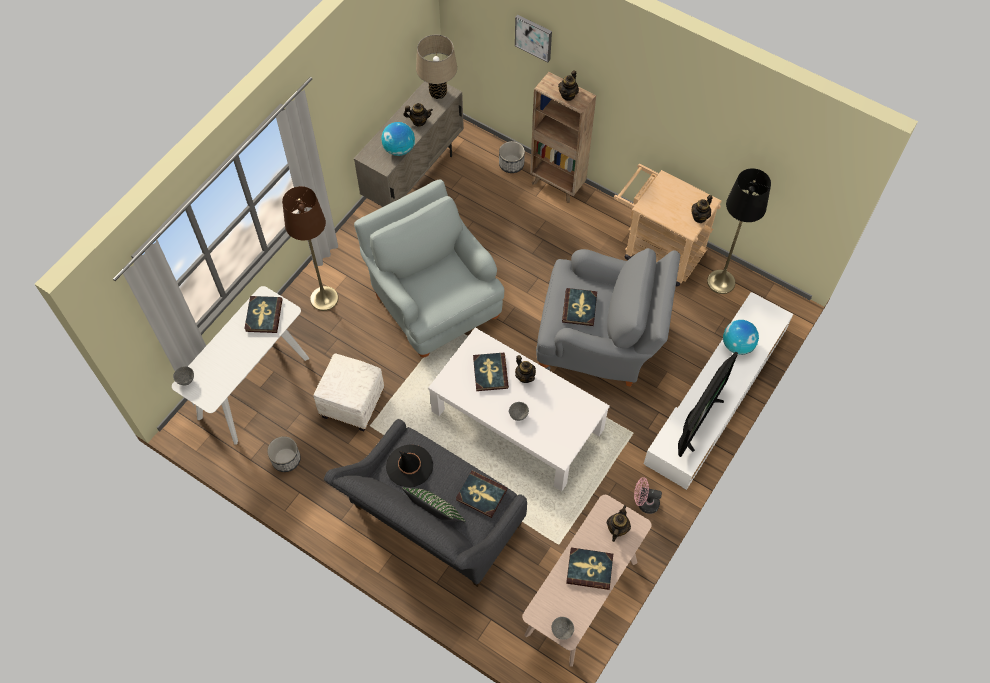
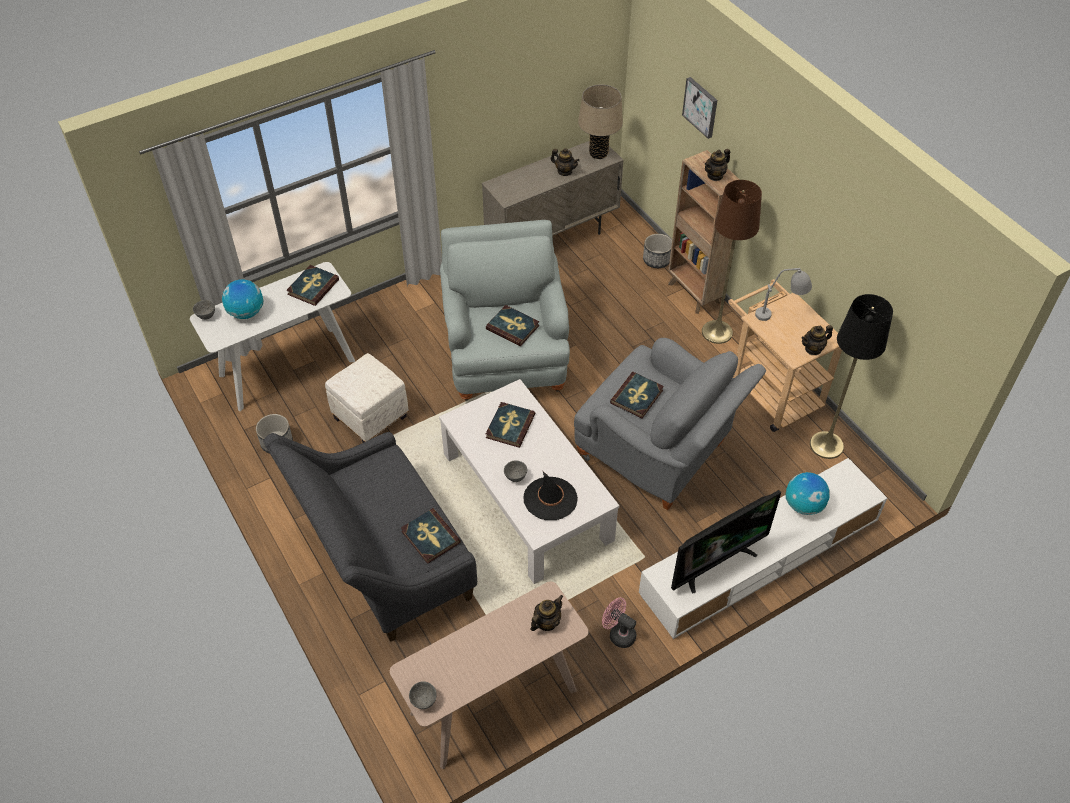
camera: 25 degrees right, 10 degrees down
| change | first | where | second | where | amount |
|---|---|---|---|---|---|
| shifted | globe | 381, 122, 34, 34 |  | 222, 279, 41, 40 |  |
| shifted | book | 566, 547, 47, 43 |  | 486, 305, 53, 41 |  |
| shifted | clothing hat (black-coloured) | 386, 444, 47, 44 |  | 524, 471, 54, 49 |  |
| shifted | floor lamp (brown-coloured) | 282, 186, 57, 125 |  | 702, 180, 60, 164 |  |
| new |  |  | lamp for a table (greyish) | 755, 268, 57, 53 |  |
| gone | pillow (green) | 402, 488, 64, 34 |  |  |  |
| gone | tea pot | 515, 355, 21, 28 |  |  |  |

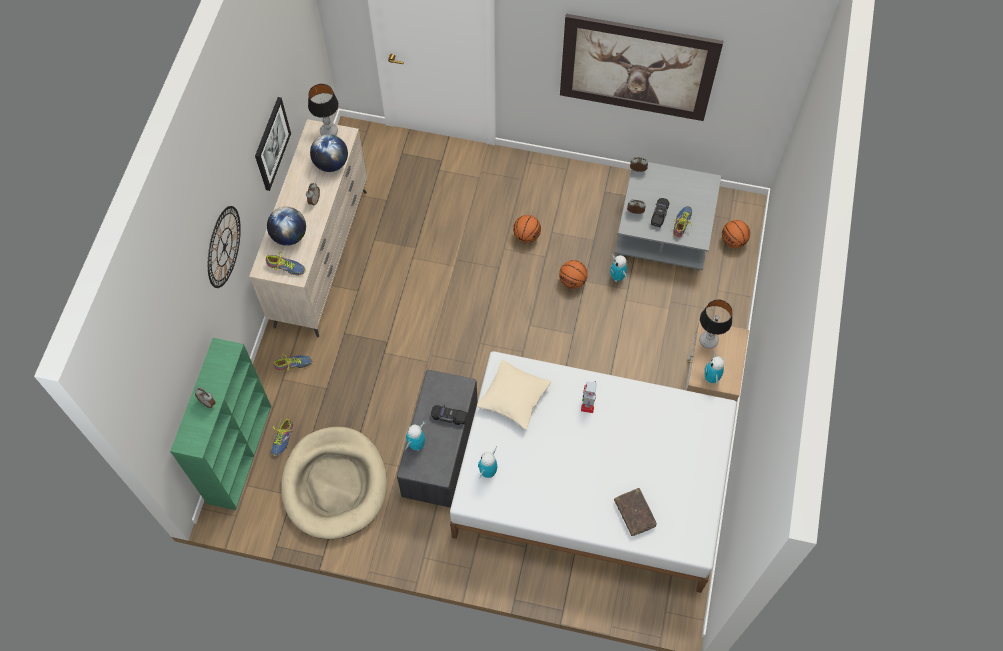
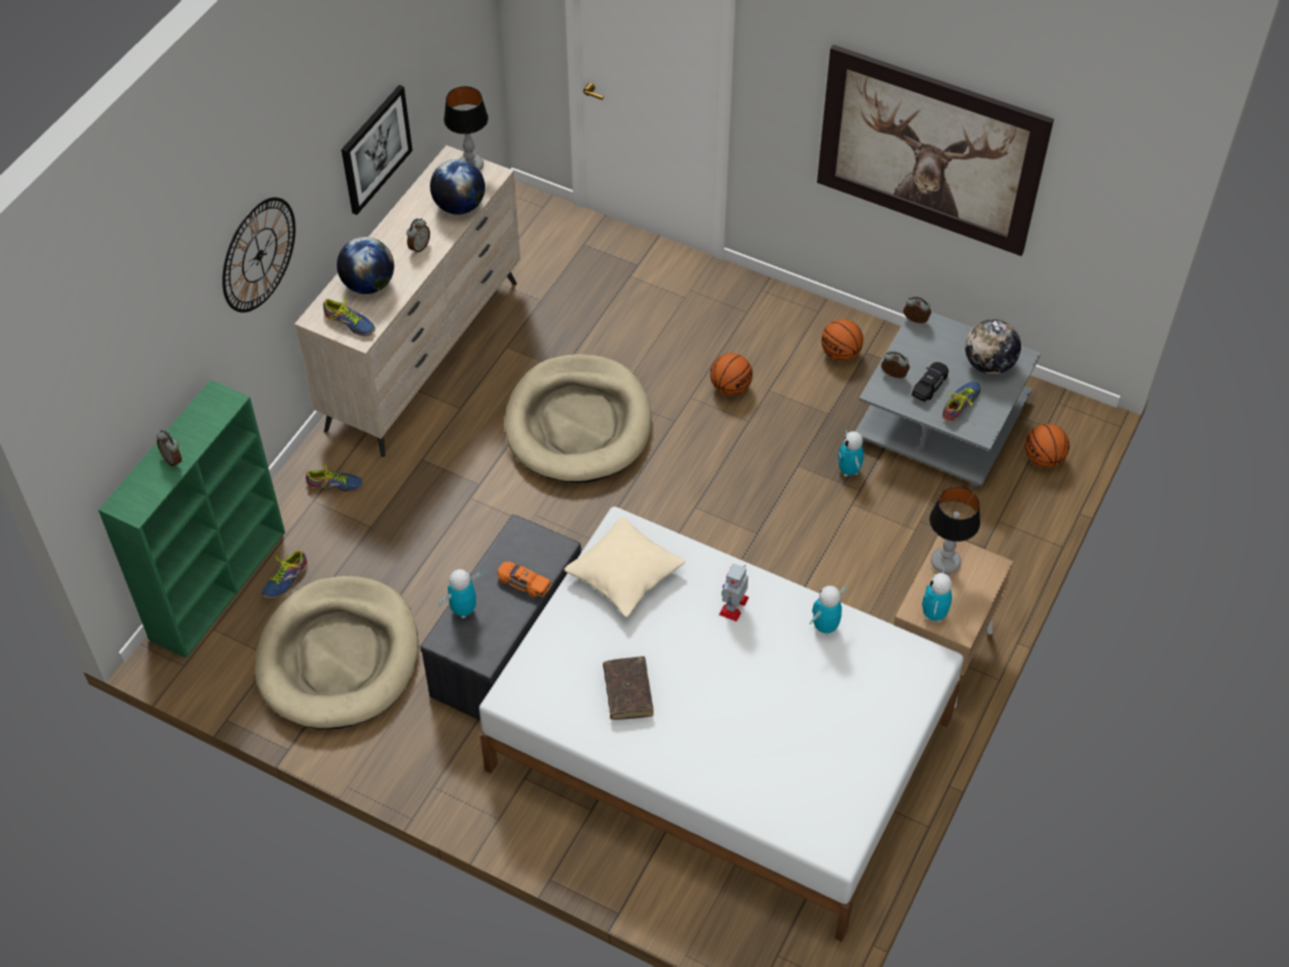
camera: 15 degrees right, 10 degrees down
| change | first | where | second | where | amount |
|---|---|---|---|---|---|
| repainted | toy car (black-coloured) | 431, 405, 37, 20 | toy car (orange) | 497, 561, 54, 36 |  |
| new |  |  | dog bed (beige) | 505, 354, 147, 129 |  |
| shifted | book (brown-coloured) | 614, 488, 43, 48 |  | 603, 656, 51, 64 |  |
| shifted | toy robot | 478, 446, 19, 33 |  | 810, 586, 37, 50 |  |
| shifted | ball for basketball | 559, 260, 29, 29 |  | 821, 319, 42, 42 |  |
| new |  |  | globe | 965, 319, 56, 56 |  |

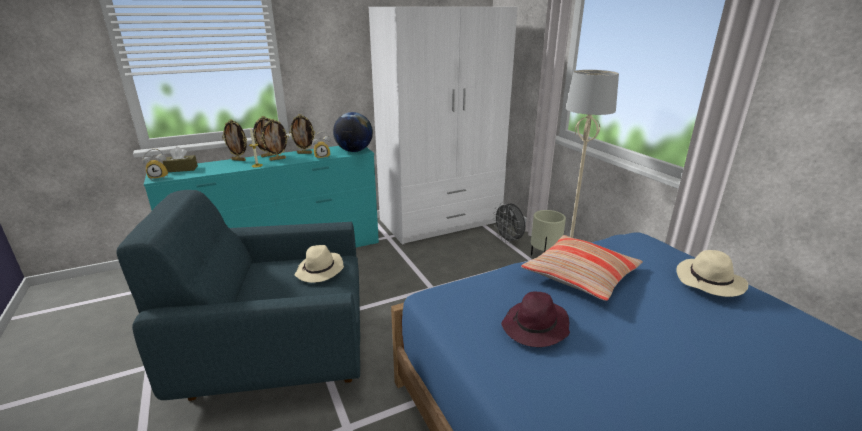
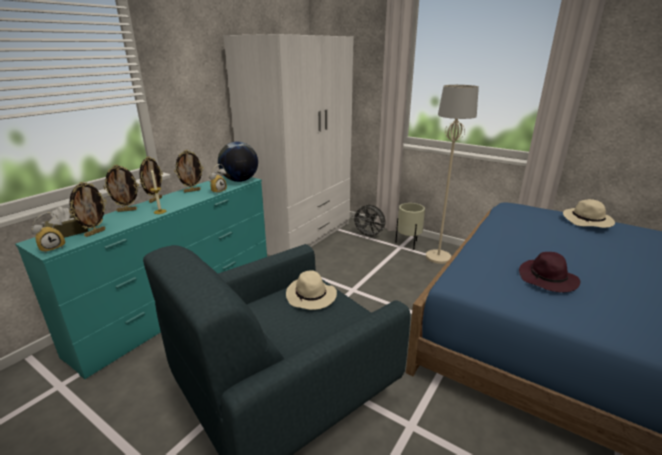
camera: 30 degrees left, 0 degrees up
| change | first | where | second | where | amount |
|---|---|---|---|---|---|
| shifted | photo frame | 260, 119, 29, 42 |  | 69, 181, 38, 56 |  |
| gone | pillow | 521, 235, 122, 66 |  |  |  |

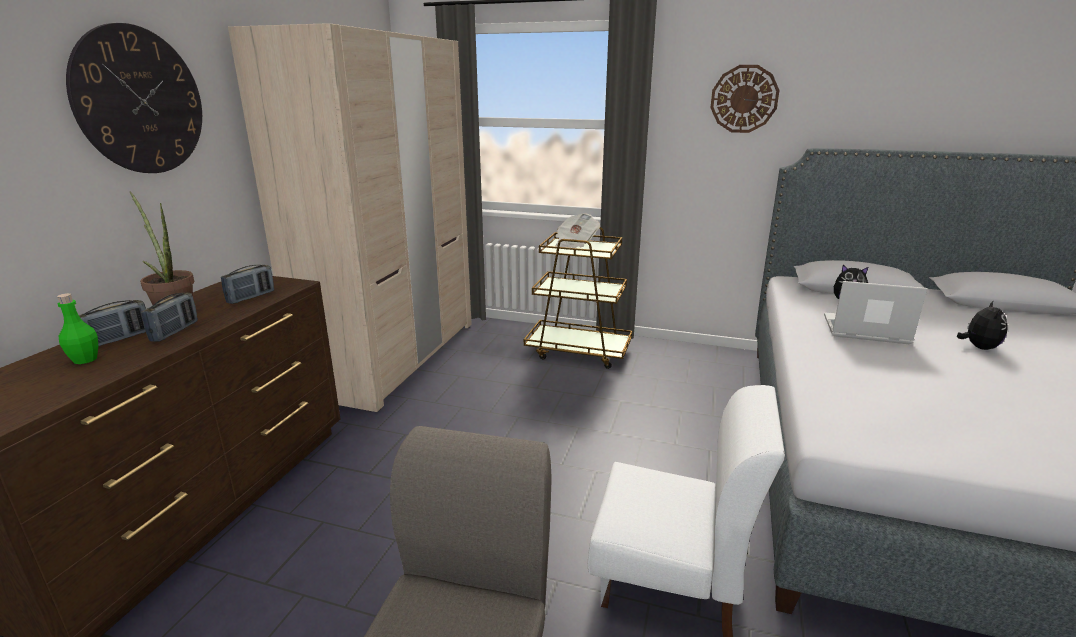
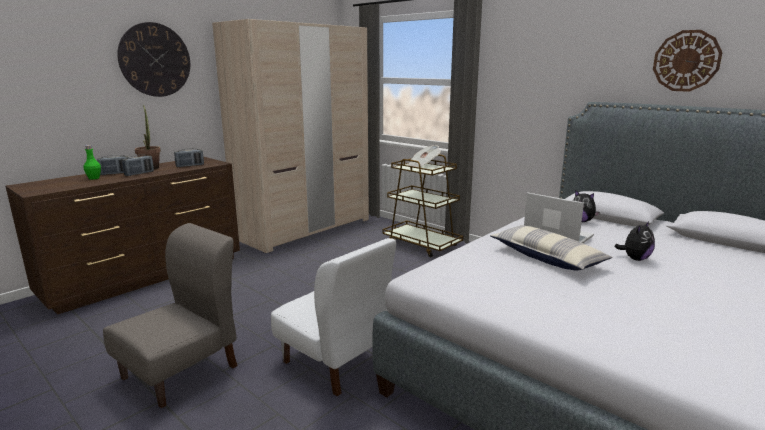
camera: 25 degrees right, 5 degrees down
| change | first | where | second | where | amount |
|---|---|---|---|---|---|
| new |  |  | pillow | 490, 225, 123, 45 |  |
| shifted | clock on the wall | 710, 65, 70, 68 |  | 653, 30, 69, 62 |  |

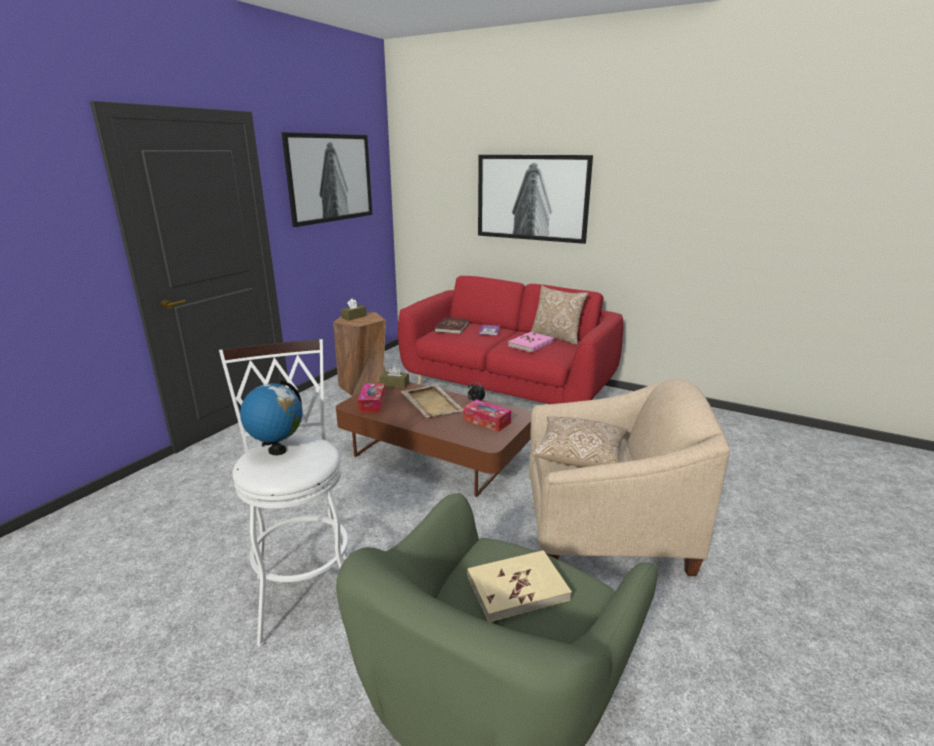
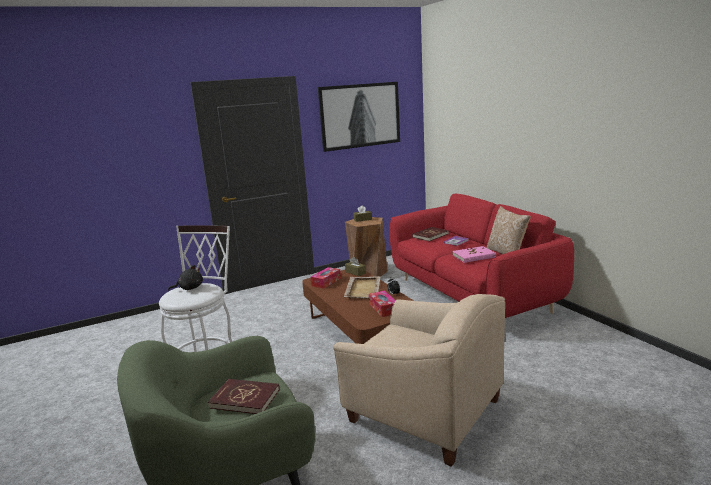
camera: 35 degrees right, 5 degrees down
| change | first | where | second | where | amount |
|---|---|---|---|---|---|
| swapped | globe | 240, 379, 63, 76 | cuddly toy (black-coloured) | 168, 265, 35, 25 |  |
| repainted | book (beige) | 467, 550, 105, 72 | book (red-coloured) | 208, 379, 72, 35 |  |
| gone | picture | 478, 155, 115, 89 |  |  |  |
| gone | pillow | 532, 417, 96, 50 |  |  |  |

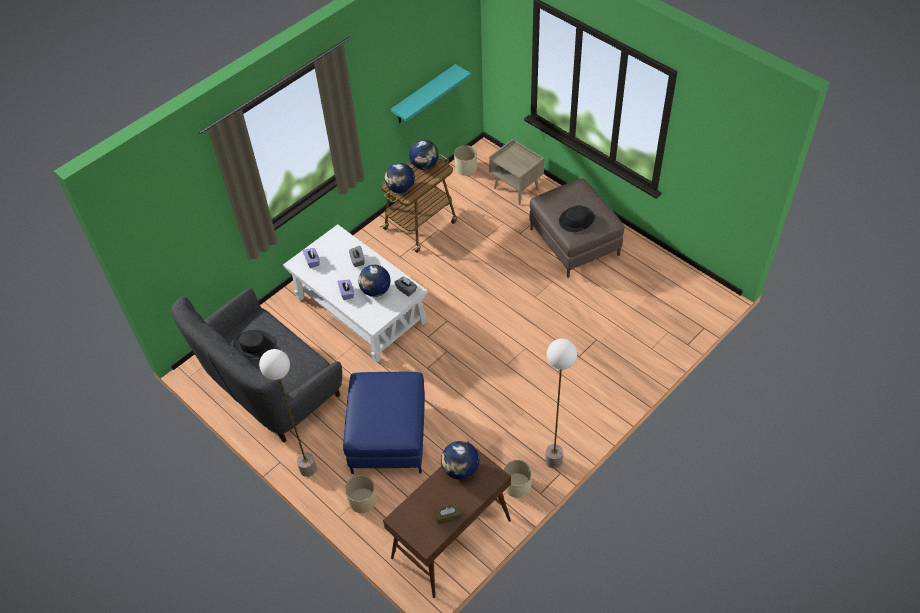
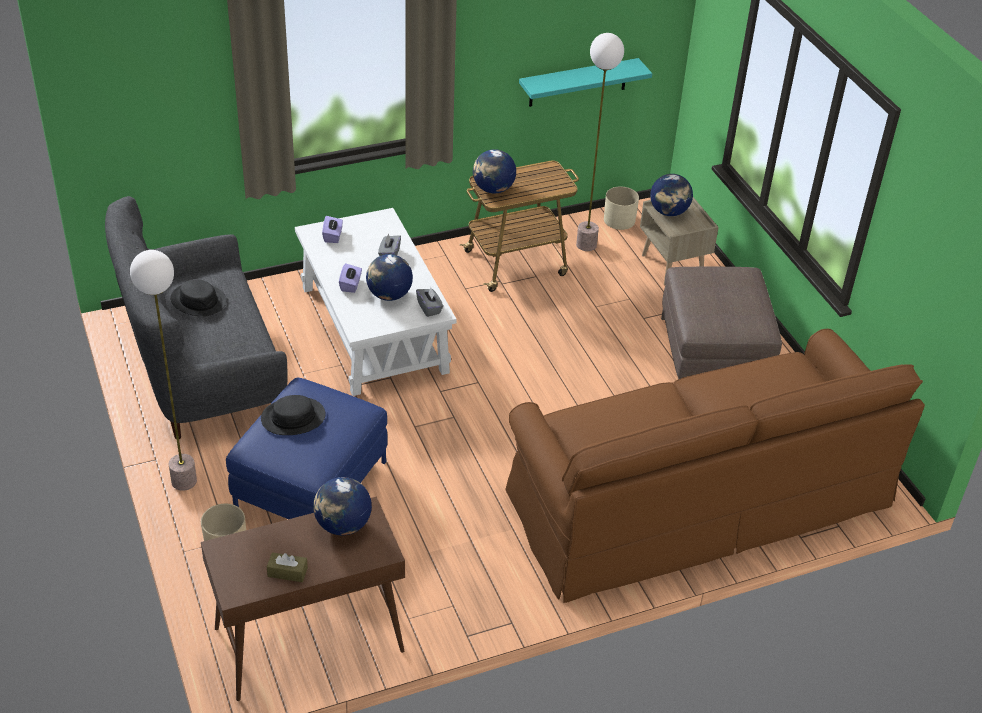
camera: 20 degrees right, 10 degrees down
| change | first | where | second | where | amount |
|---|---|---|---|---|---|
| shifted | clothing hat (black-coloured) | 559, 205, 36, 27 |  | 261, 395, 65, 40 |  |
| new |  |  | sofa (brown-coloured) | 506, 329, 419, 274 |  |
| shifted | floor lamp | 545, 339, 32, 129 |  | 576, 33, 48, 218 |  |
| shifted | globe | 409, 140, 30, 30 |  | 650, 174, 43, 42 |  |
| gone | flower pot (beige) | 503, 460, 29, 38 |  |  |  |

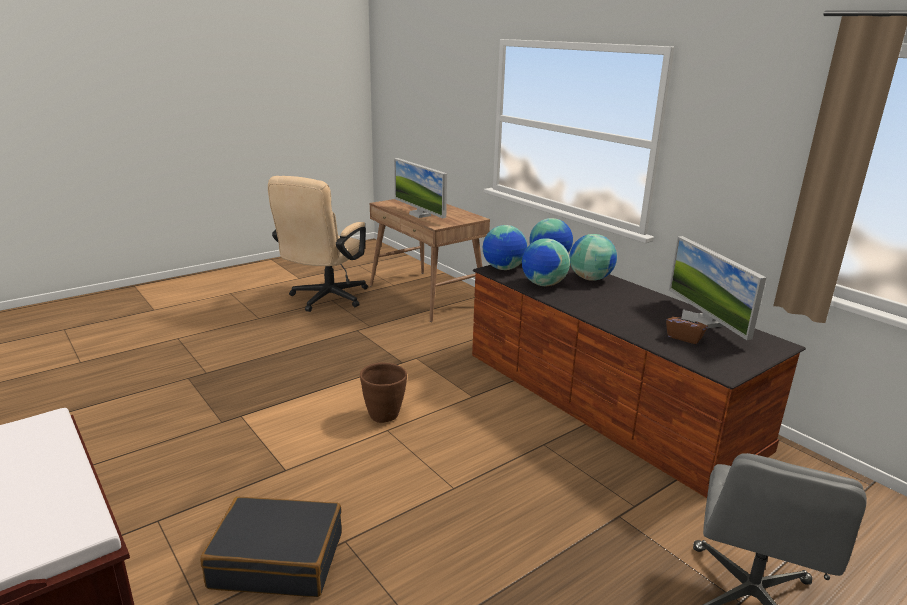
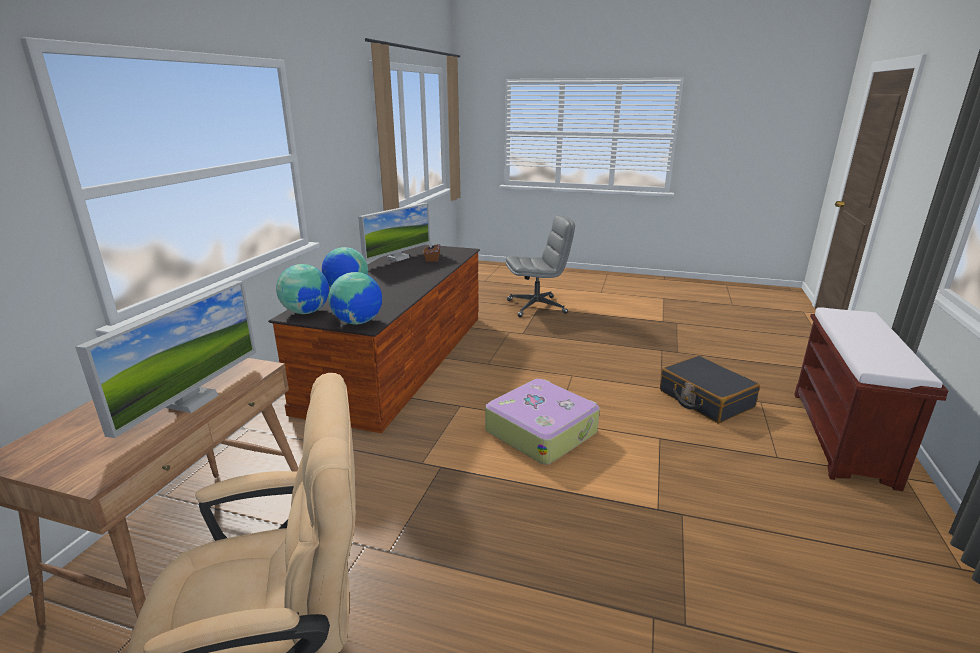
camera: 125 degrees left, 0 degrees up
| change | first | where | second | where | amount |
|---|---|---|---|---|---|
| swapped | flower pot (brown-coloured) | 360, 363, 47, 60 | piece of luggage | 485, 379, 115, 86 |  |
| gone | globe | 522, 238, 48, 48 |  |  |  |

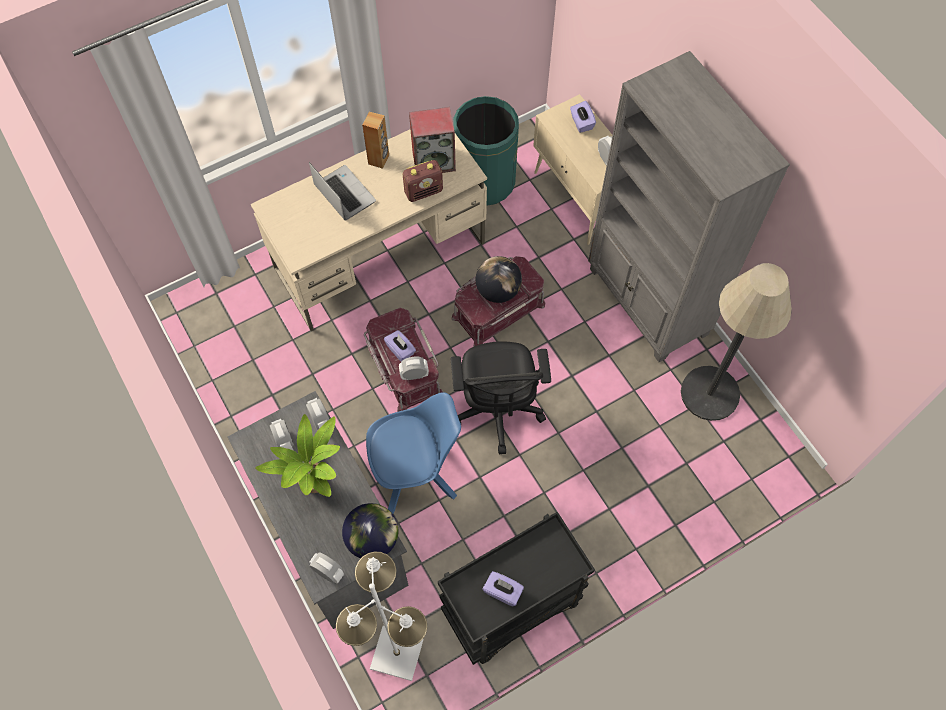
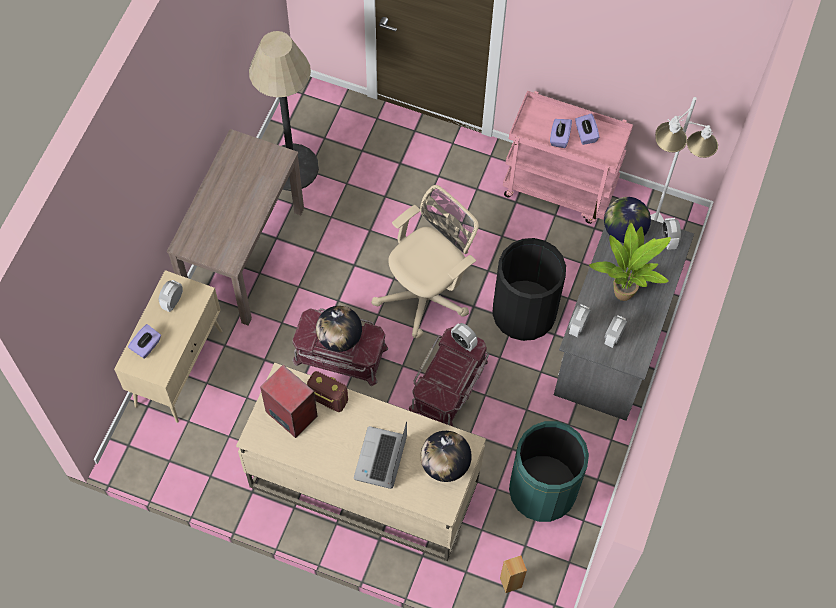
camera: 130 degrees left, 0 degrees up
| change | first | where | second | where | amount |
|---|---|---|---|---|---|
| swapped | bookcase (greyish) | 588, 51, 202, 311 | console table (brown-coloured) | 167, 129, 137, 196 |  |
| repainted | computer chair (black-coloured) | 451, 341, 100, 114 | computer chair (beige) | 372, 185, 107, 154 |  |
| new |  |  | globe | 420, 431, 52, 51 |  |
| swapped | upright chair (bluish) | 366, 392, 95, 122 | trash can (black-coloured) | 492, 238, 74, 103 |  |
| shifted | speaker (brown-coloured) | 362, 112, 27, 57 |  | 500, 555, 27, 38 |  |
| repainted | cart (black-coloured) | 438, 512, 157, 153 | cart (pink) | 503, 91, 130, 133 |  |
| shifted | trash can (green) | 453, 96, 66, 109 |  | 509, 421, 80, 101 |  |
| shifted | tissue box (purple) | 384, 330, 32, 32 |  | 550, 119, 22, 29 |  |

